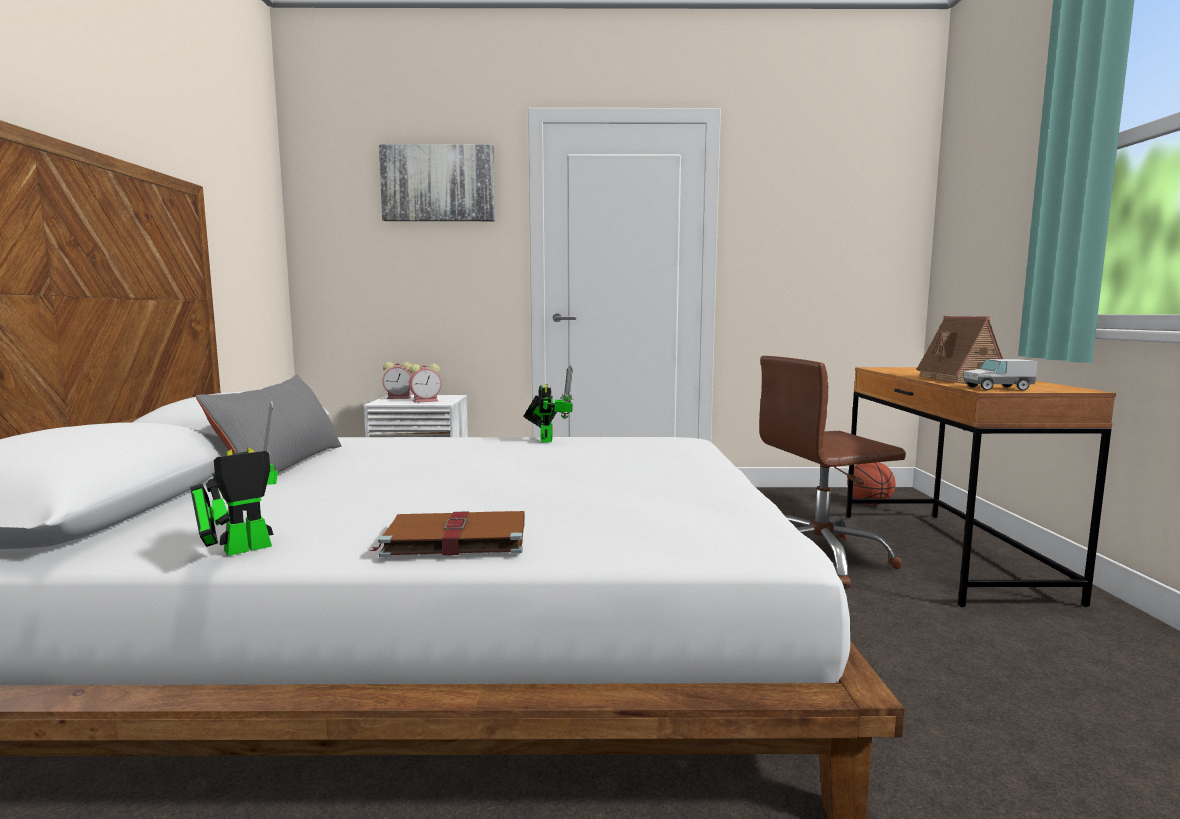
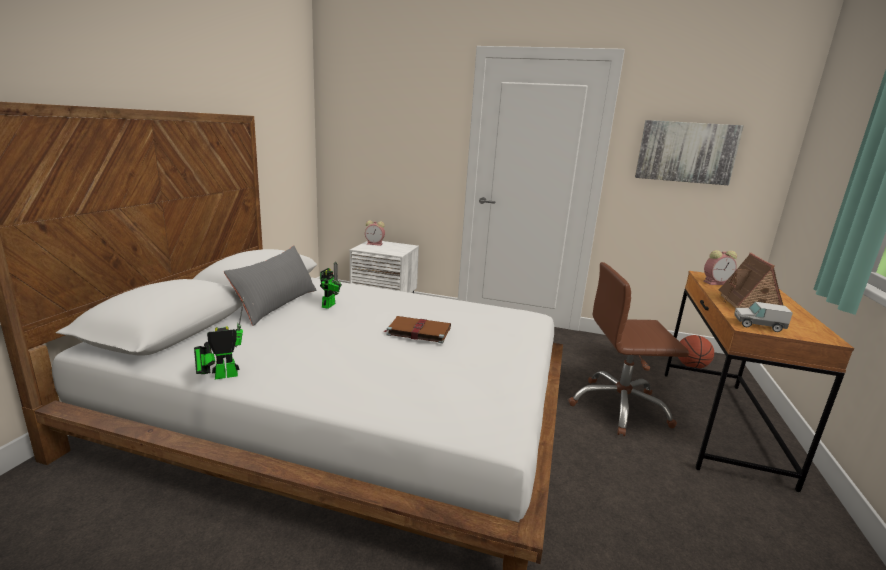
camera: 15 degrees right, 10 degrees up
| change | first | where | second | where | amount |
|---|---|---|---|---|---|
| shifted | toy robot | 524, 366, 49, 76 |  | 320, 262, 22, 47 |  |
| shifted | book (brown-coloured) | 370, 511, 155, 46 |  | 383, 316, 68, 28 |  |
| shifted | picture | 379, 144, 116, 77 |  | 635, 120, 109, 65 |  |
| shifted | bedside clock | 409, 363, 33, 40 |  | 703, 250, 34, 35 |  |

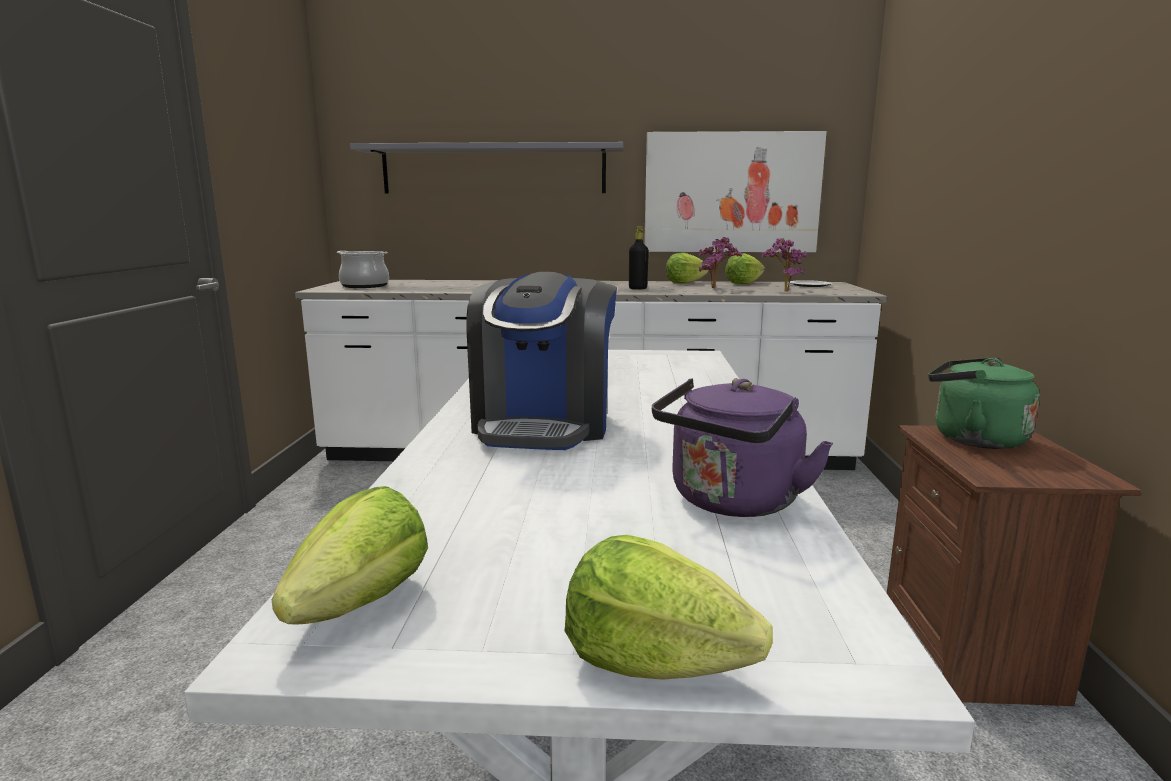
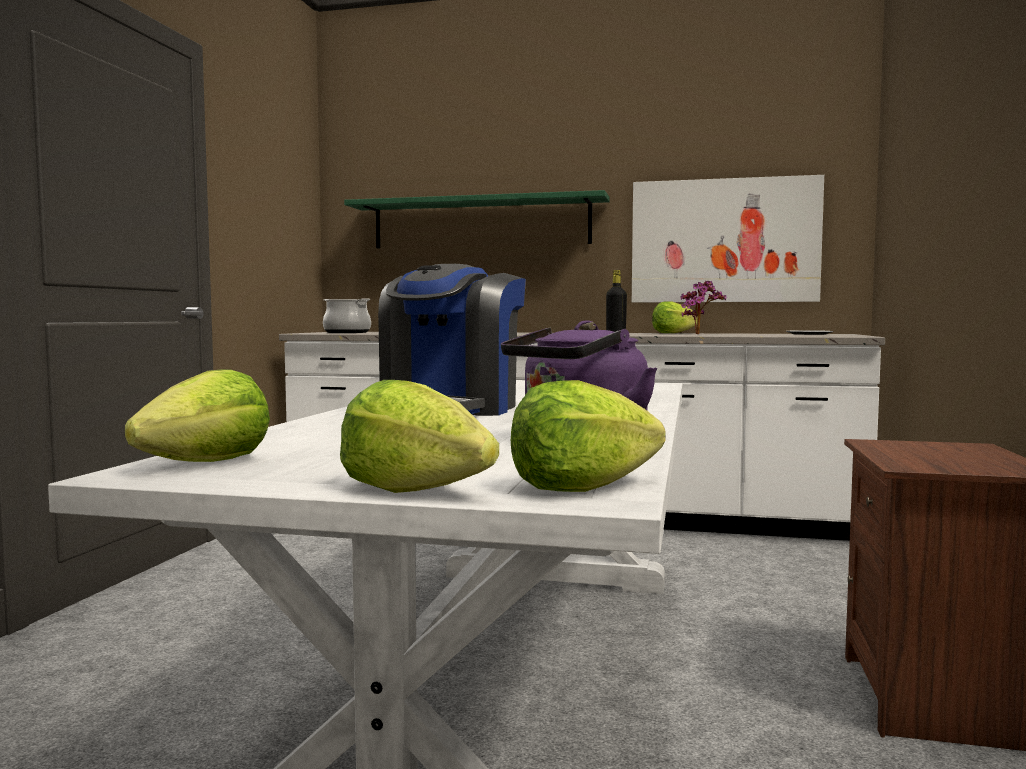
camera: 10 degrees right, 10 degrees down
| change | first | where | second | where | amount |
|---|---|---|---|---|---|
| repainted | shelf (greyish) | 350, 142, 273, 51 | shelf (green) | 344, 190, 266, 58 |  |
| shifted | head of lettuce | 725, 253, 40, 31 |  | 511, 380, 155, 112 |  |
| gone | potted plant | 761, 238, 46, 54 |  |  |  |
| gone | kettle (green) | 929, 357, 111, 92 |  |  |  |

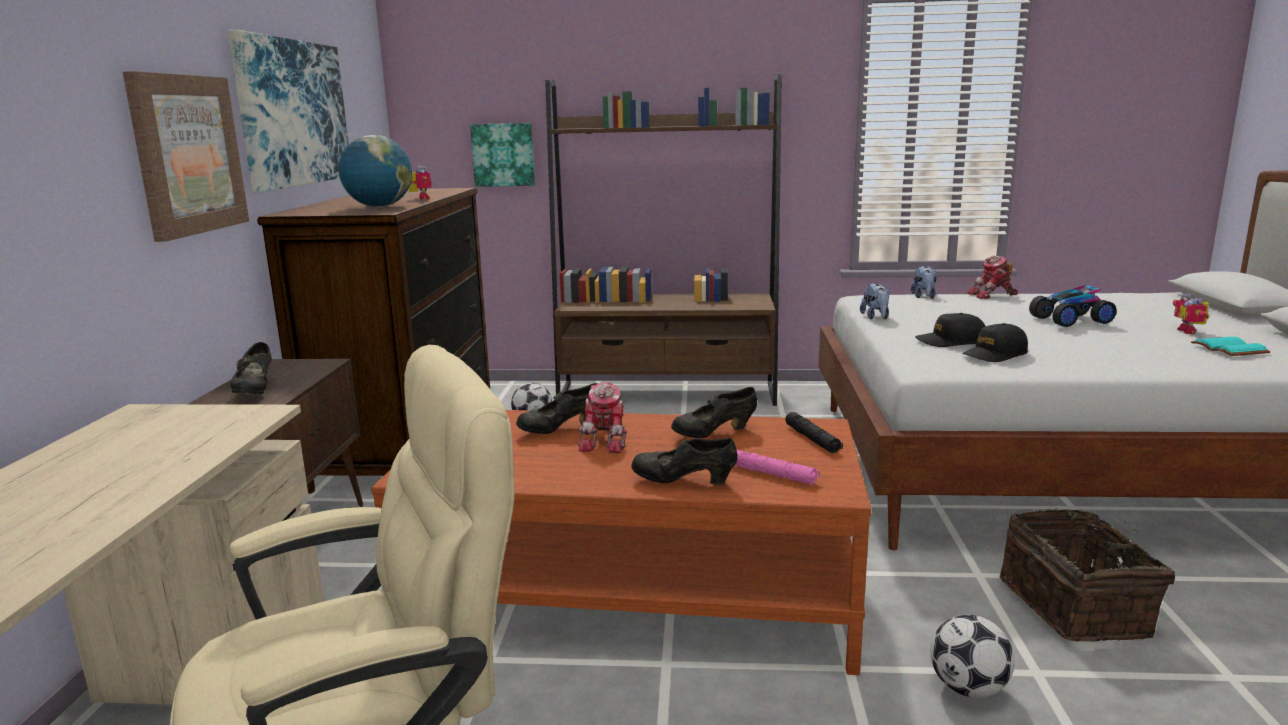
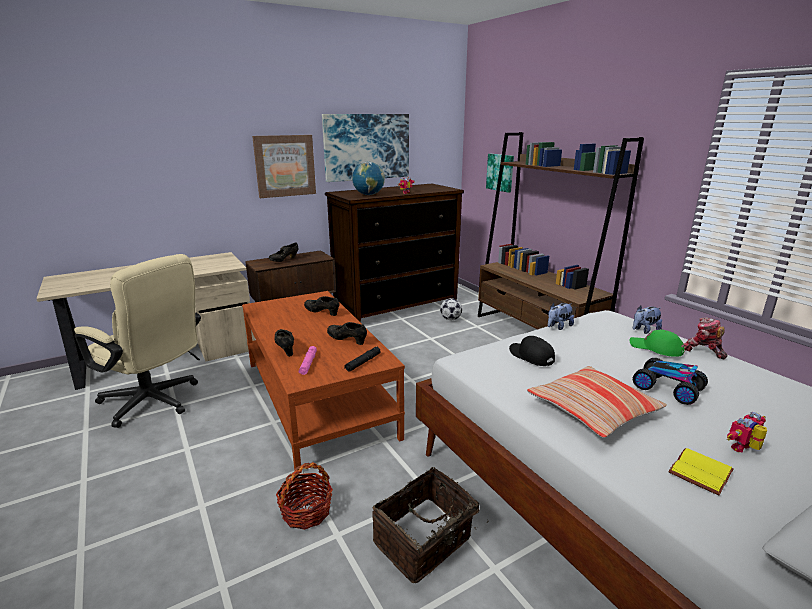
camera: 55 degrees right, 5 degrees up
| change | first | where | second | where | amount |
|---|---|---|---|---|---|
| swapped | football | 930, 615, 85, 83 | basket | 276, 462, 57, 68 |  |
| new |  |  | pillow | 527, 366, 140, 72 |  |
| new |  |  | cap (green) | 630, 330, 55, 27 |  |
| repainted | book (turquoise-coloured) | 1191, 337, 80, 19 | book (yellow-coloured) | 669, 448, 65, 47 |  |
| gone | toy robot | 578, 383, 49, 70 |  |  |  |
| gone | cap (black-coloured) | 962, 323, 66, 39 |  |  |  |

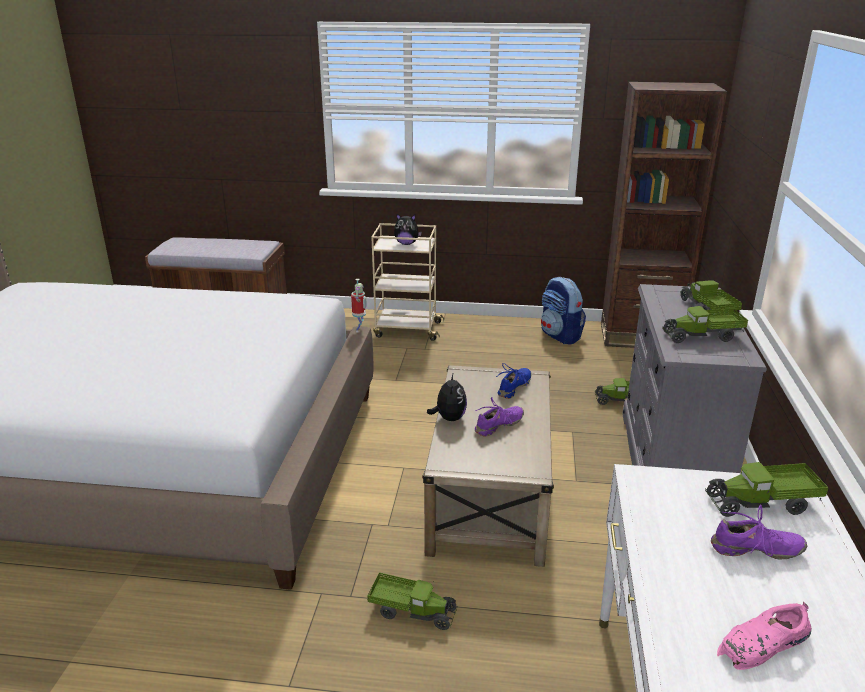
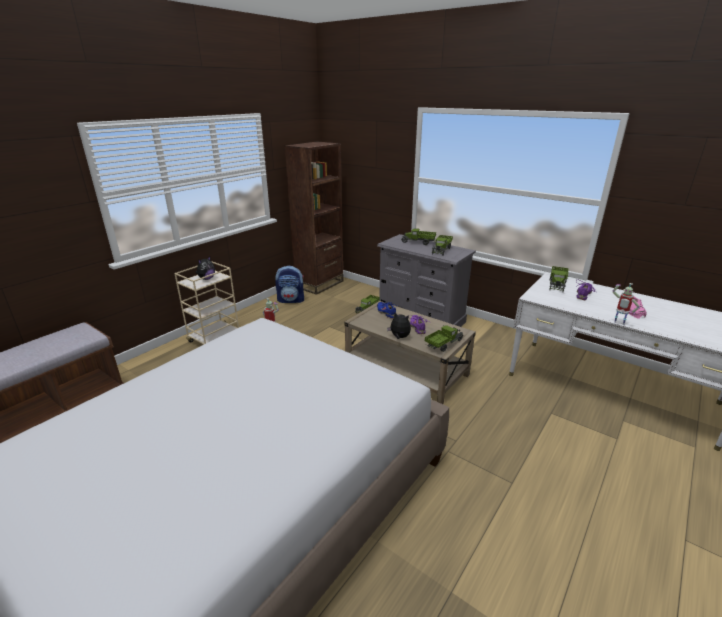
camera: 60 degrees left, 0 degrees up
| change | first | where | second | where | amount |
|---|---|---|---|---|---|
| shifted | model truck | 367, 572, 91, 58 |  | 425, 325, 38, 27 |  |
| new |  |  | toy robot | 612, 283, 28, 42 |  |

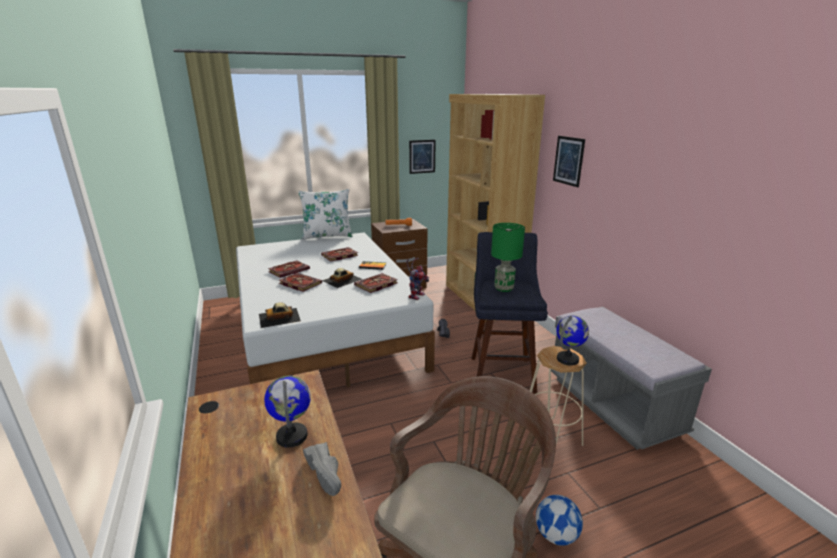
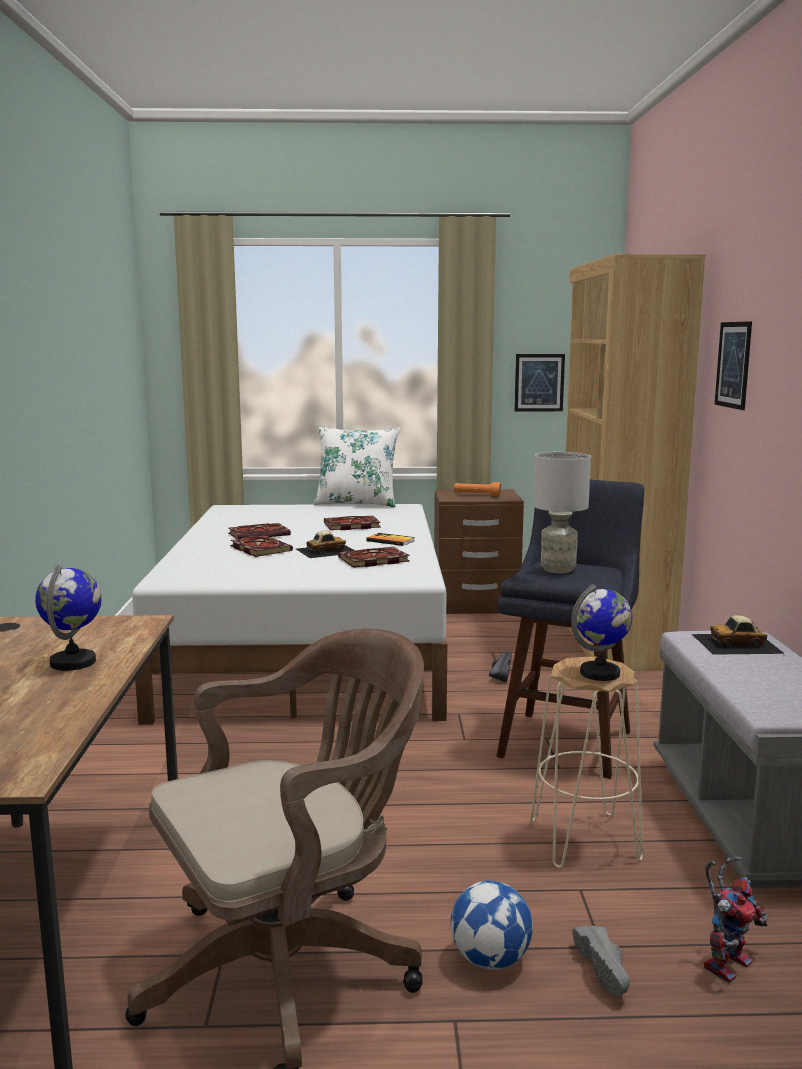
camera: 20 degrees right, 10 degrees down
| change | first | where | second | where | amount |
|---|---|---|---|---|---|
| repainted | lamp for a table (green) | 491, 223, 34, 69 | lamp for a table (greyish) | 533, 452, 58, 121 |  |
| shifted | shoe (greyish) | 303, 442, 38, 54 |  | 573, 926, 57, 70 |  |
| shifted | toy car | 259, 303, 42, 25 |  | 692, 615, 93, 40 |  |
| shifted | toy robot | 406, 258, 23, 42 |  | 704, 857, 64, 126 |  |

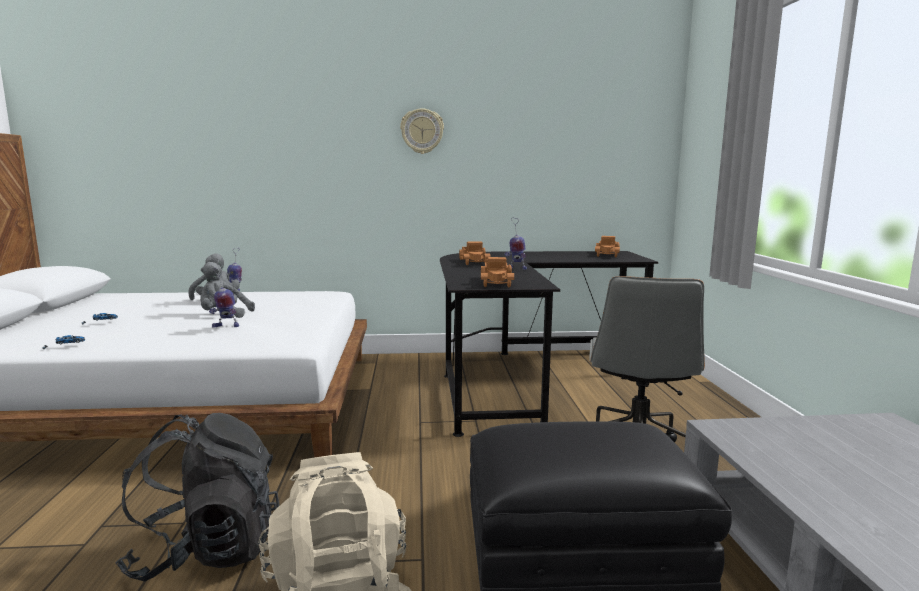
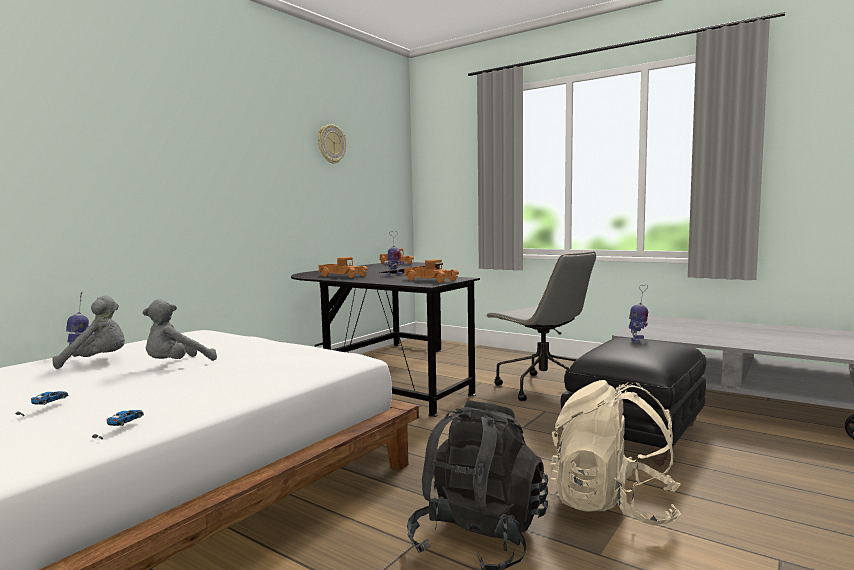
camera: 50 degrees left, 5 degrees down
| change | first | where | second | where | amount |
|---|---|---|---|---|---|
| shifted | clock on the wall | 400, 108, 44, 46 |  | 318, 124, 28, 40 |  |
| shifted | toy robot | 209, 268, 30, 60 |  | 629, 285, 19, 57 |  |

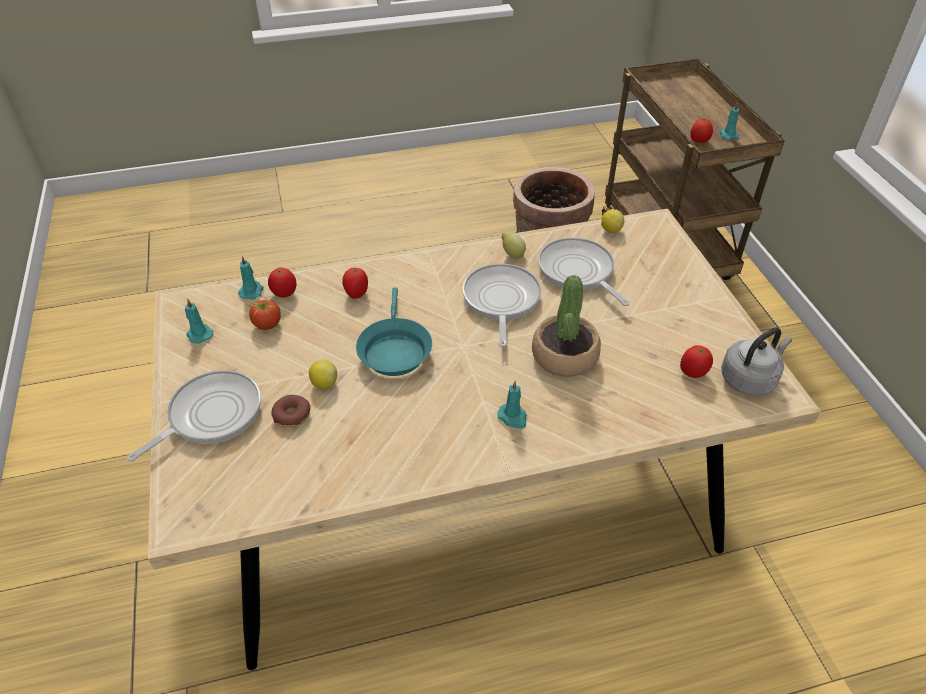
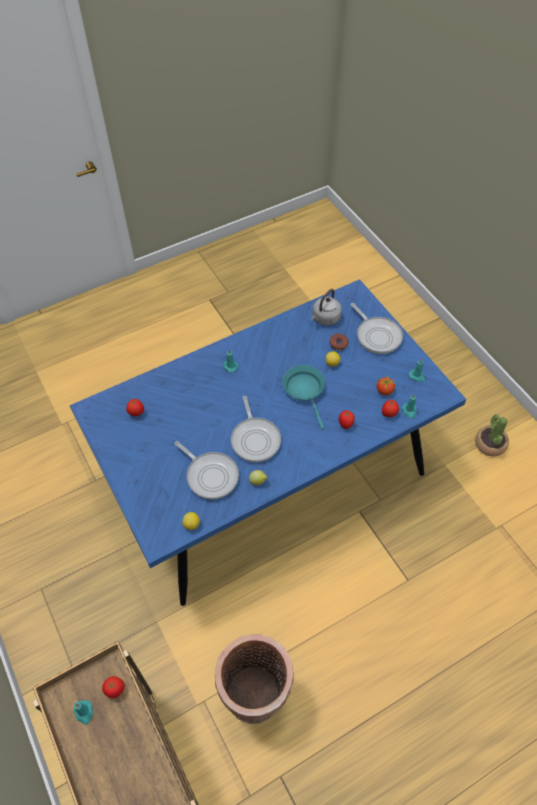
camera: 165 degrees right, 10 degrees up
| change | first | where | second | where | amount |
|---|---|---|---|---|---|
| repainted | dining table (beige) | 148, 209, 673, 461 | dining table (bluish) | 70, 279, 396, 327 |  |
| shifted | kettle (greyish) | 721, 327, 71, 68 |  | 311, 289, 31, 37 |  |
| rotated | skillet | 127, 370, 134, 91 |  | 351, 303, 52, 51 | 60 degrees counterclockwise |
| shifted | potted plant | 532, 275, 69, 102 |  | 475, 414, 34, 42 |  |

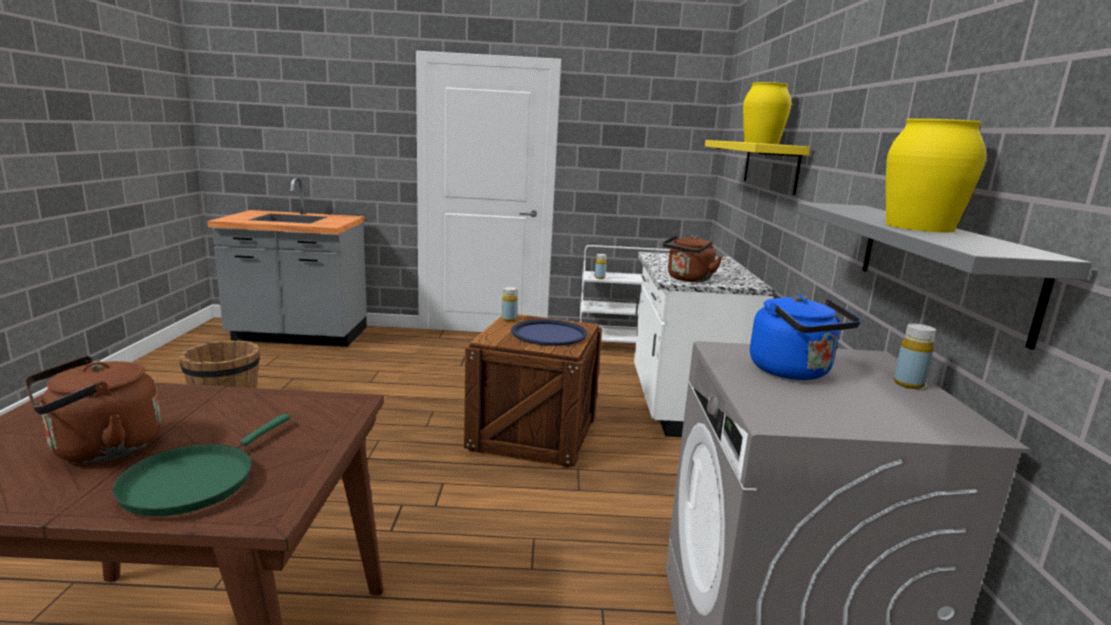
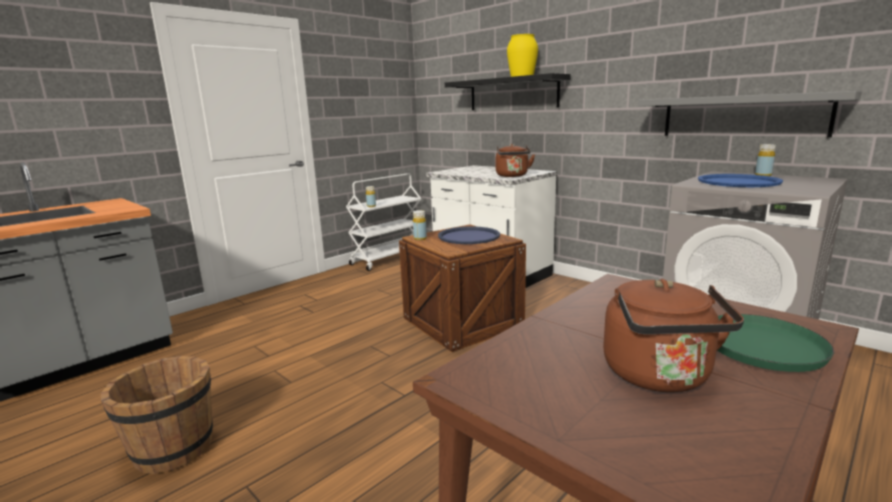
camera: 45 degrees left, 0 degrees up
| change | first | where | second | where | amount |
|---|---|---|---|---|---|
| repainted | shelf (yellow-coloured) | 705, 140, 105, 55 | shelf (black-coloured) | 445, 73, 126, 37 |  |
| swapped | kettle (bluish) | 750, 295, 111, 85 | carrying tray (bluish) | 698, 174, 85, 13 |  |
| gone | flower vase (yellow-coloured) | 886, 119, 100, 113 |  |  |  |

